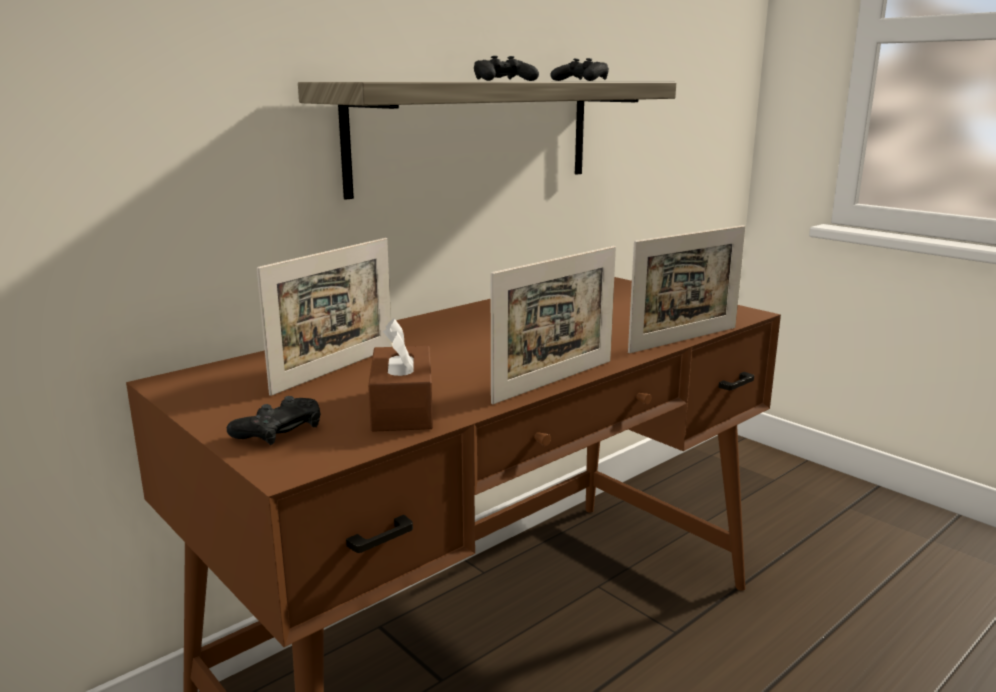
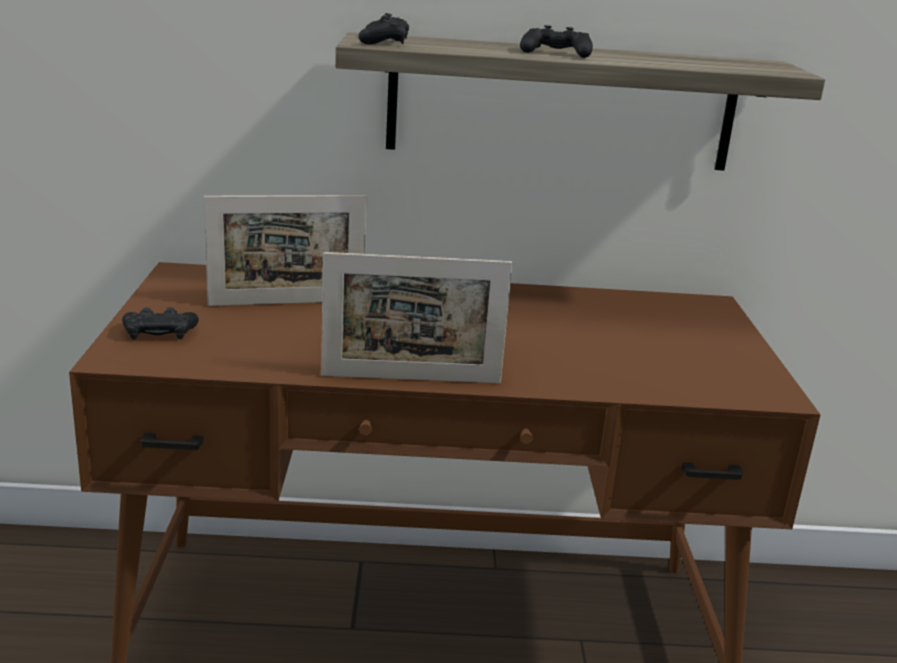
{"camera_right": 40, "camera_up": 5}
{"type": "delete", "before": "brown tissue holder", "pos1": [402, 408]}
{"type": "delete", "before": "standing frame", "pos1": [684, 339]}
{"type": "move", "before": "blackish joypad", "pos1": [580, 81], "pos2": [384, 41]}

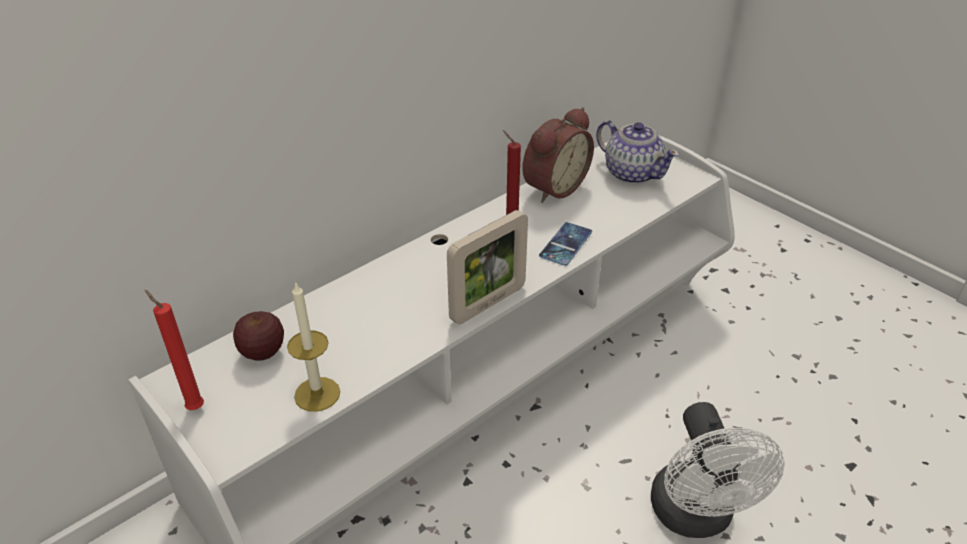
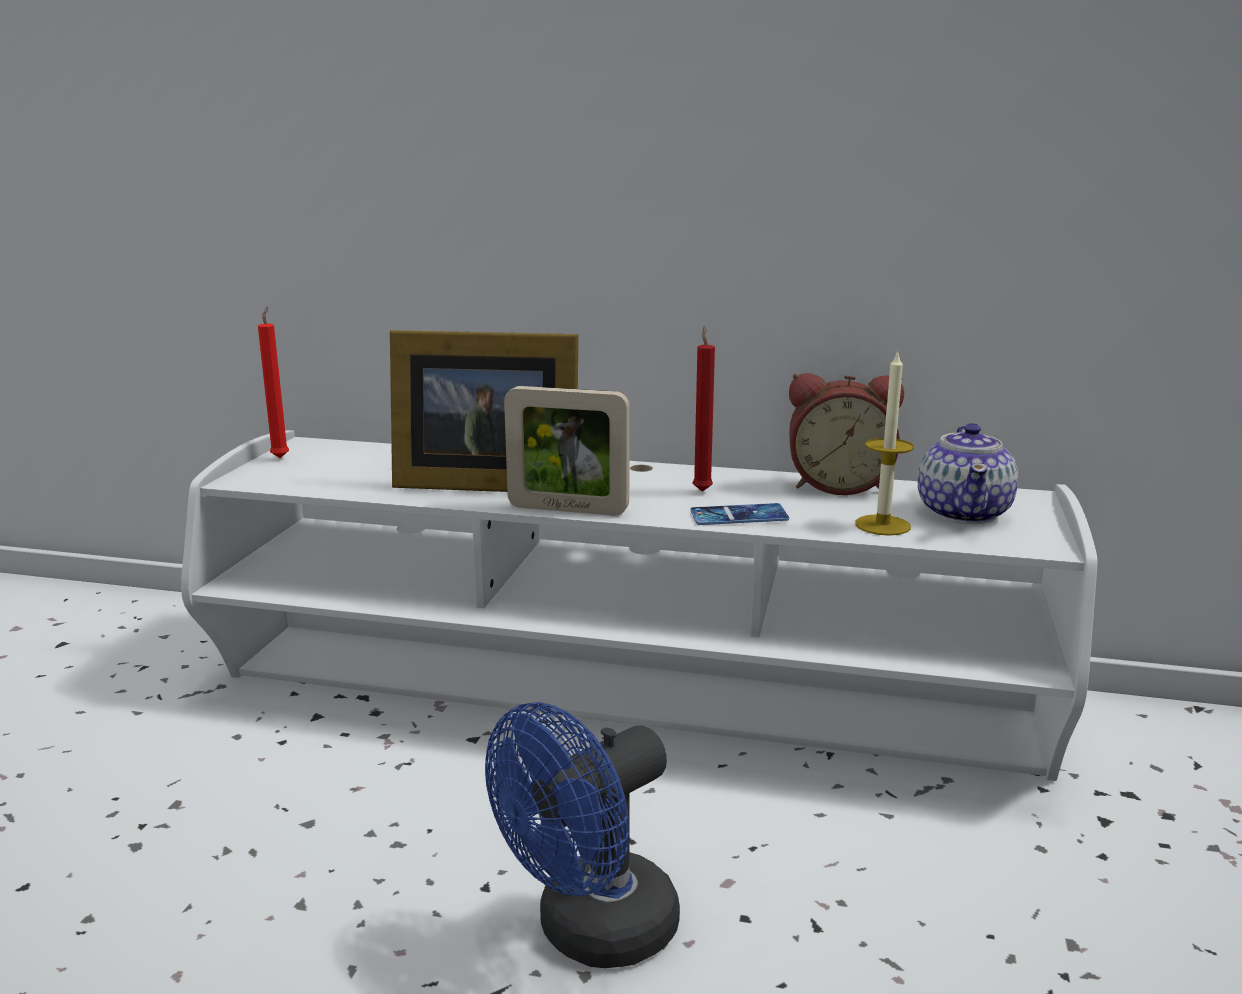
{"camera_right": 55, "camera_up": -20}
{"type": "delete", "before": "apple", "pos1": [263, 353]}
{"type": "insert", "after": "standing frame", "pos2": [483, 483]}
{"type": "move", "before": "wax light", "pos1": [317, 394], "pos2": [882, 525]}
{"type": "recolor", "before": "white cooling fan", "after": "blue-coloured cooling fan", "pos1": [696, 517], "pos2": [591, 934]}

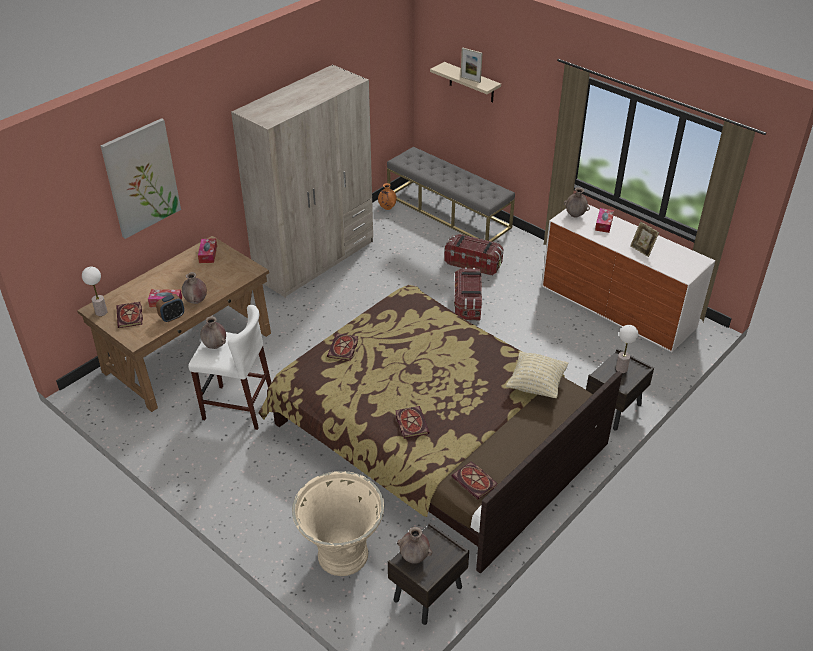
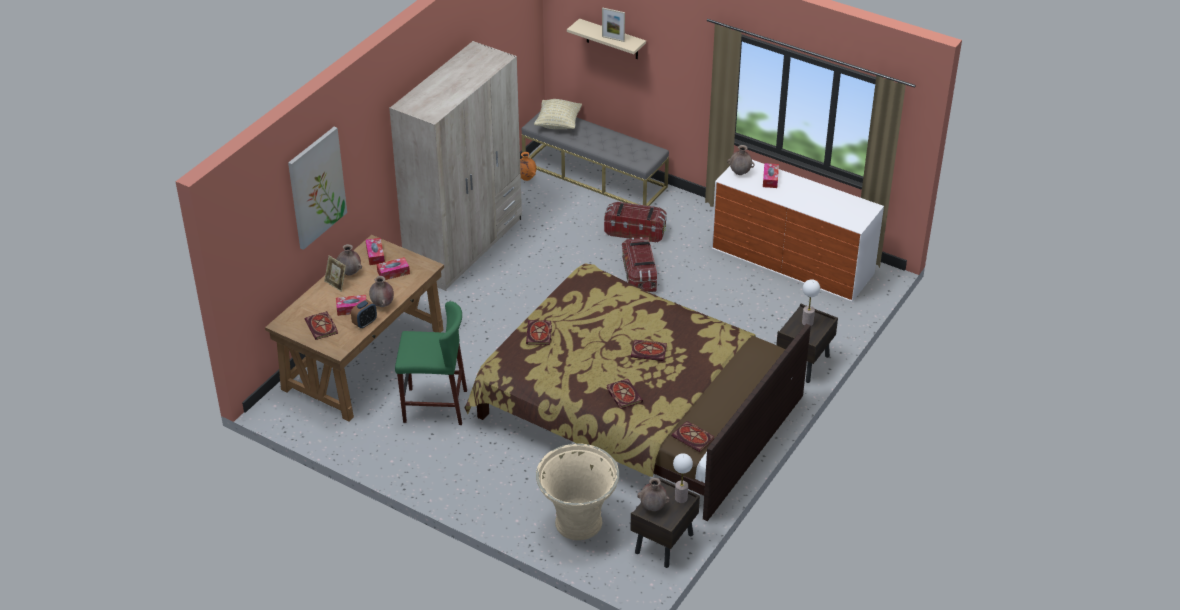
{"camera_right": -10, "camera_up": 0}
{"type": "insert", "after": "tissue holder", "pos2": [393, 272]}
{"type": "insert", "after": "volume", "pos2": [650, 351]}
{"type": "move", "before": "lamp for a table", "pos1": [101, 312], "pos2": [680, 498]}
{"type": "move", "before": "brown flower vase", "pos1": [215, 346], "pos2": [350, 273]}
{"type": "move", "before": "sand-coloured cushion", "pos1": [536, 385], "pos2": [558, 124]}
{"type": "move", "before": "standing frame", "pos1": [642, 250], "pos2": [336, 284]}
{"type": "recolor", "before": "white sitting stool", "after": "green sitting stool", "pos1": [238, 407], "pos2": [435, 406]}

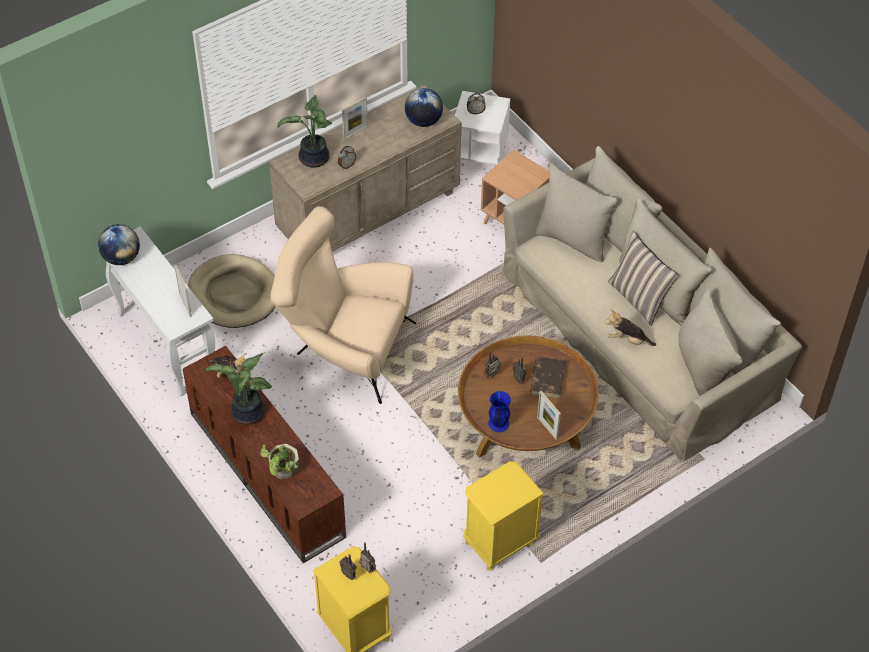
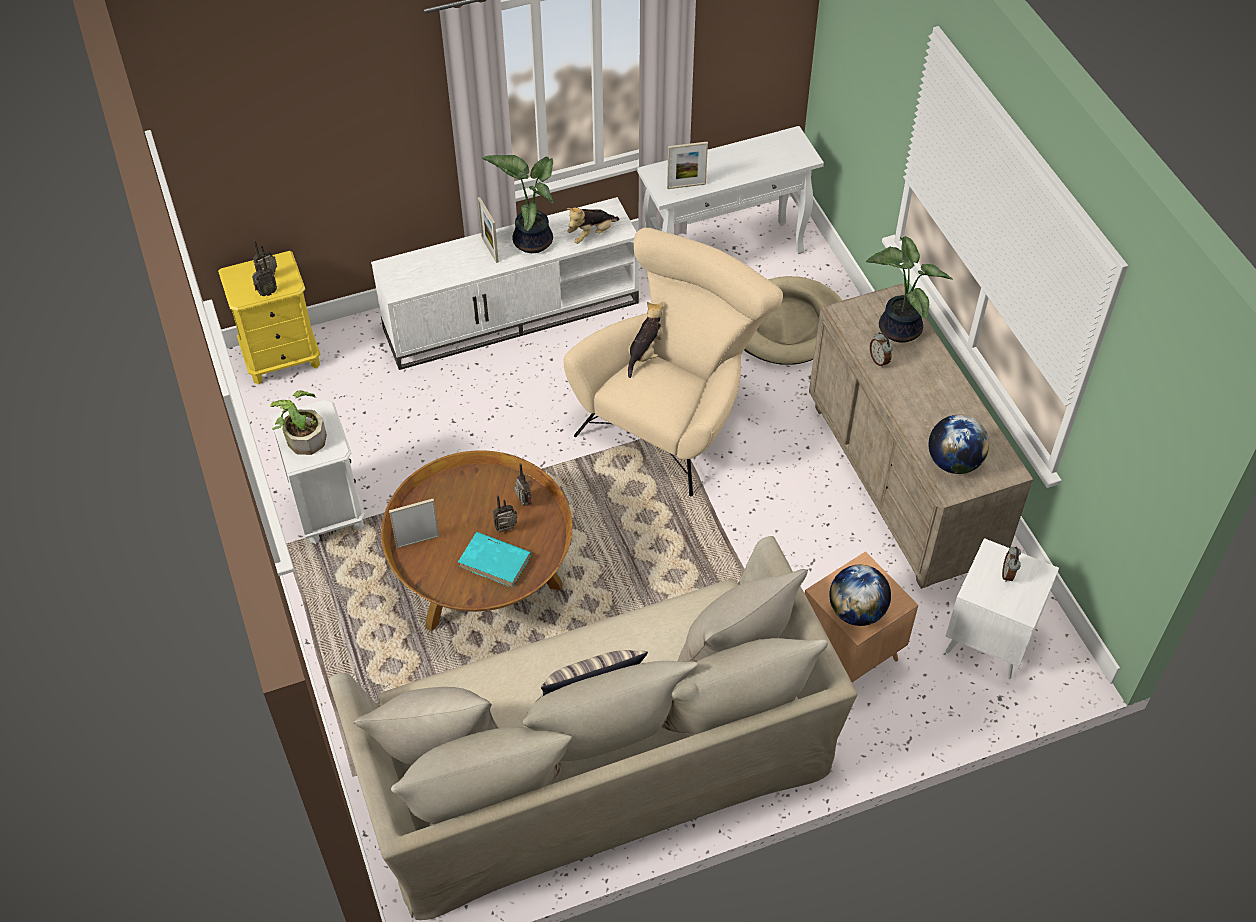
{"camera_right": 105, "camera_up": 0}
{"type": "delete", "before": "blue-coloured flower vase", "pos1": [498, 423]}
{"type": "move", "before": "world globe", "pos1": [121, 258], "pos2": [856, 611]}
{"type": "move", "before": "houseplant", "pos1": [282, 470], "pos2": [302, 436]}
{"type": "move", "before": "standing frame", "pos1": [355, 132], "pos2": [490, 249]}
{"type": "move", "before": "cuddly toy", "pos1": [627, 340], "pos2": [646, 353]}
{"type": "recolor", "before": "brown tv stand", "after": "white tv stand", "pos1": [265, 474], "pos2": [512, 314]}
{"type": "recolor", "before": "yellow-coloured nightstand", "after": "white nightstand", "pos1": [499, 542], "pos2": [328, 510]}
{"type": "recolor", "before": "brown volume", "after": "turquoise volume", "pos1": [547, 379], "pos2": [495, 561]}

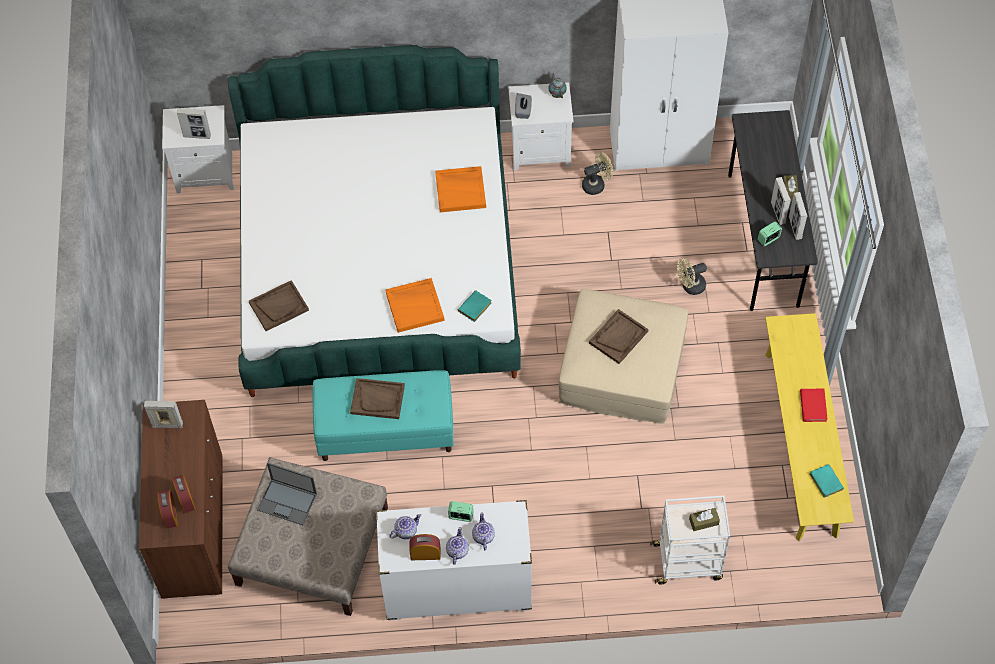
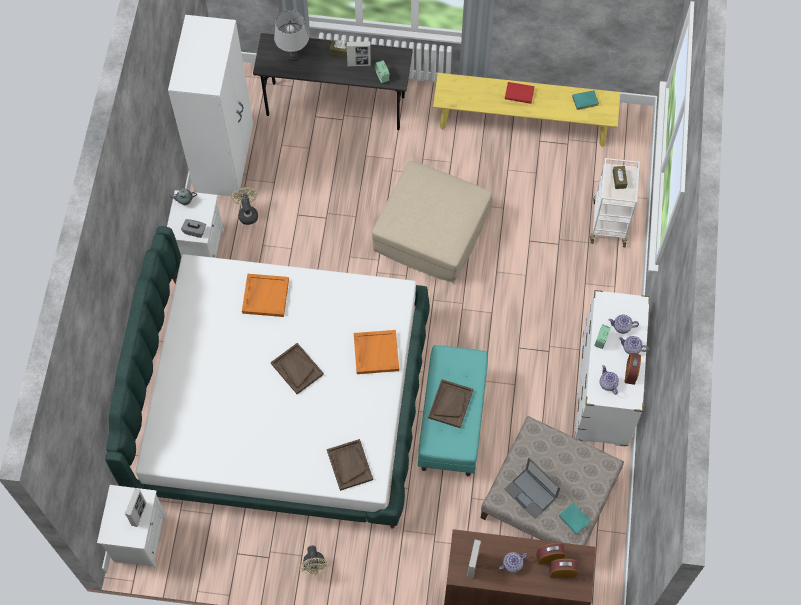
{"camera_right": -80, "camera_up": 5}
{"type": "delete", "before": "standing frame", "pos1": [795, 228]}
{"type": "insert", "after": "gray lamp for a table", "pos2": [293, 55]}
{"type": "insert", "after": "pot for tea", "pos2": [512, 564]}
{"type": "move", "before": "turquoise volume", "pos1": [475, 308], "pos2": [575, 519]}
{"type": "move", "before": "brown carrying tray", "pos1": [618, 337], "pos2": [297, 369]}
{"type": "move", "before": "sand-coloured cooling fan", "pos1": [690, 286], "pos2": [314, 566]}
{"type": "rotate", "before": "portable computer", "pos1": [288, 502], "pos2": [531, 493], "turn": 105}

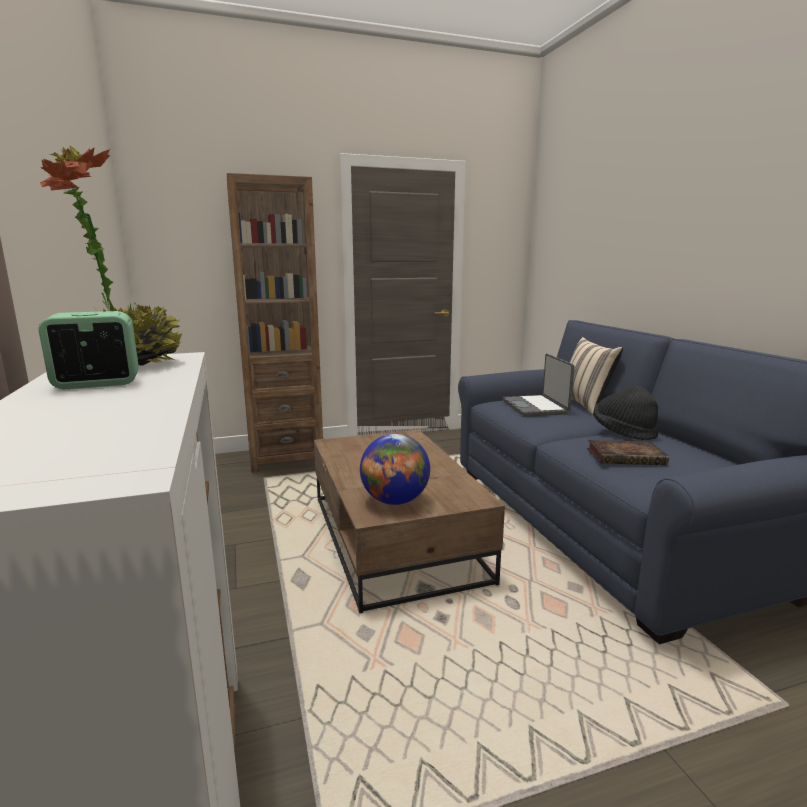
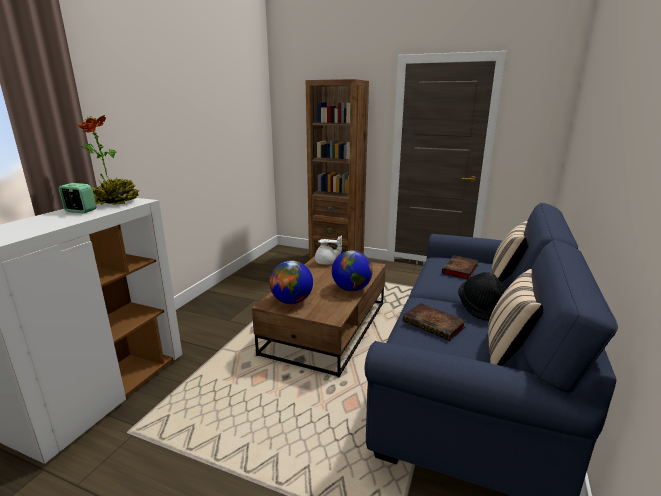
{"camera_right": 40, "camera_up": 5}
{"type": "insert", "after": "white pot for tea", "pos2": [327, 263]}
{"type": "insert", "after": "world globe", "pos2": [351, 289]}
{"type": "insert", "after": "sand-coloured cushion", "pos2": [508, 353]}
{"type": "replace", "before": "portable computer", "after": "volume", "pos1": [536, 407], "pos2": [460, 270]}

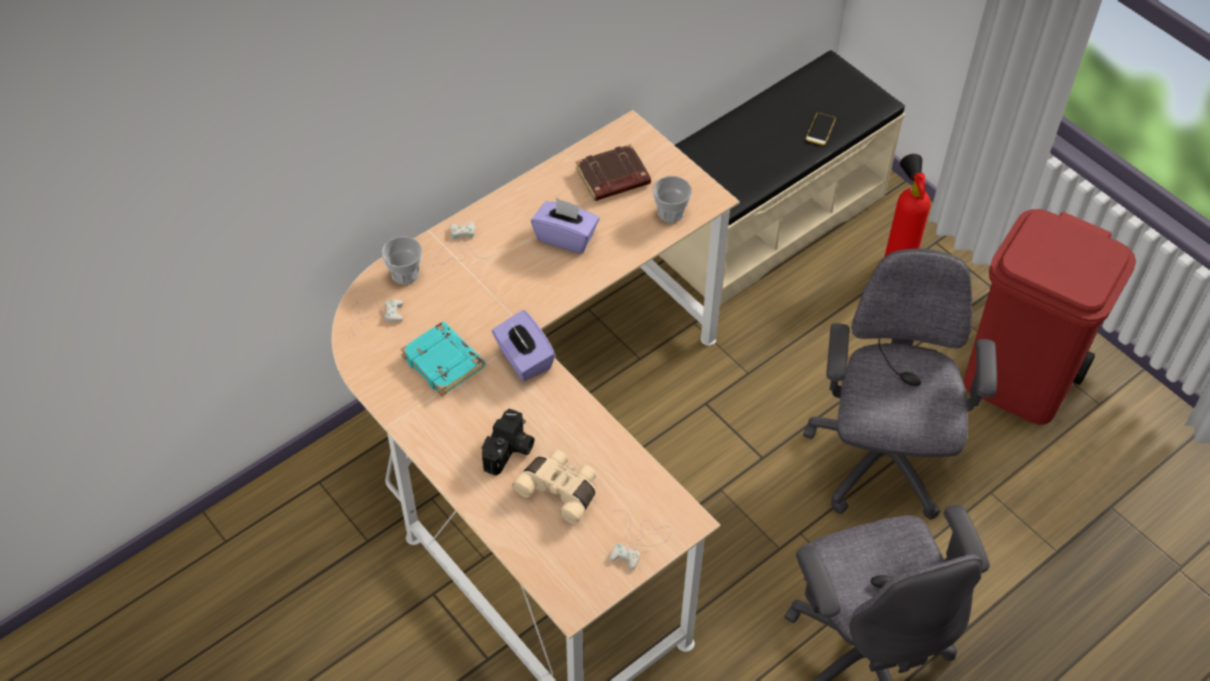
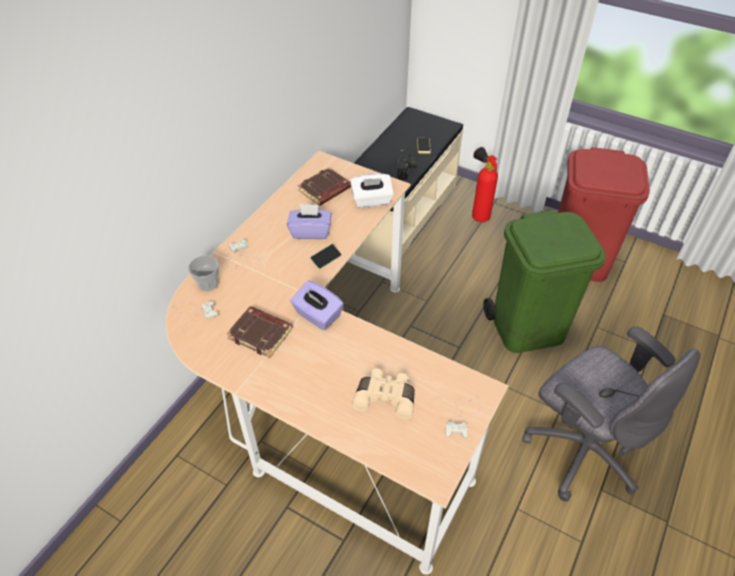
{"camera_right": -20, "camera_up": -5}
{"type": "insert", "after": "phone", "pos2": [326, 259]}
{"type": "move", "before": "still camera", "pos1": [510, 452], "pos2": [406, 169]}
{"type": "replace", "before": "cup", "after": "white tissue holder", "pos1": [670, 213], "pos2": [371, 200]}
{"type": "replace", "before": "gray computer chair", "after": "green waste bin", "pos1": [881, 461], "pos2": [528, 328]}
{"type": "recolor", "before": "turquoise volume", "after": "brown volume", "pos1": [445, 362], "pos2": [261, 334]}

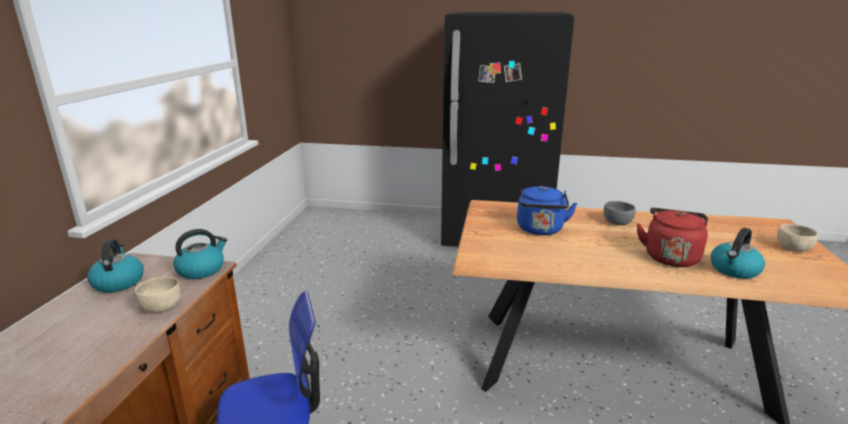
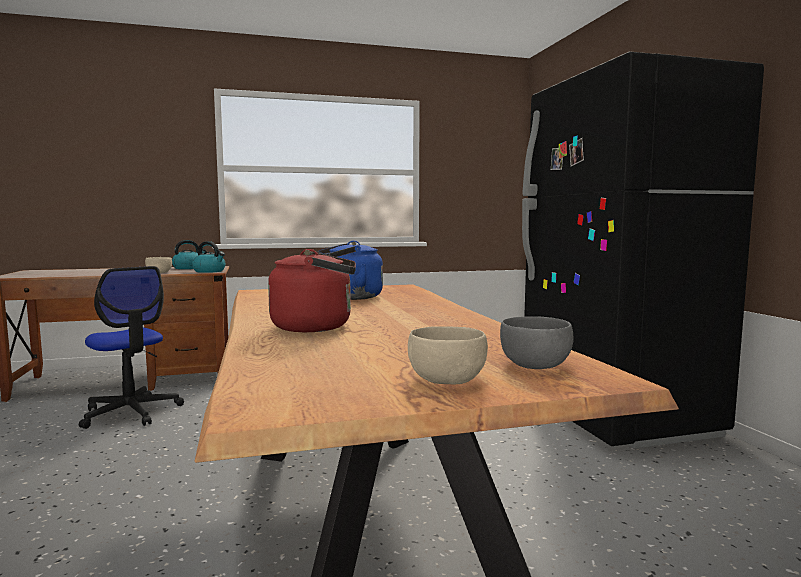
{"camera_right": 65, "camera_up": -15}
{"type": "delete", "before": "tea kettle", "pos1": [734, 270]}
{"type": "move", "before": "gray serving bowl", "pos1": [617, 222], "pos2": [535, 365]}

